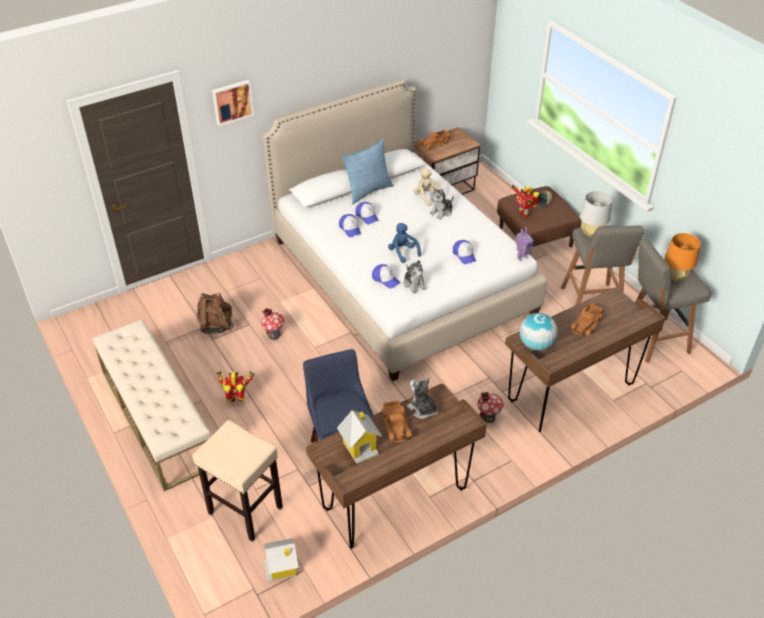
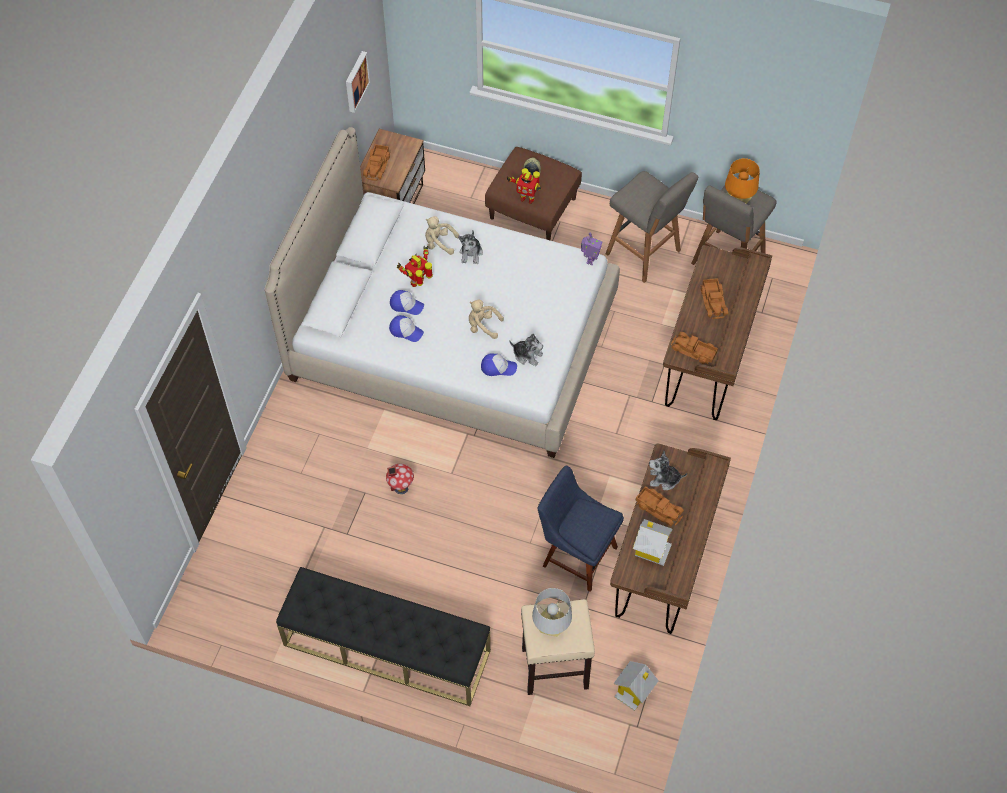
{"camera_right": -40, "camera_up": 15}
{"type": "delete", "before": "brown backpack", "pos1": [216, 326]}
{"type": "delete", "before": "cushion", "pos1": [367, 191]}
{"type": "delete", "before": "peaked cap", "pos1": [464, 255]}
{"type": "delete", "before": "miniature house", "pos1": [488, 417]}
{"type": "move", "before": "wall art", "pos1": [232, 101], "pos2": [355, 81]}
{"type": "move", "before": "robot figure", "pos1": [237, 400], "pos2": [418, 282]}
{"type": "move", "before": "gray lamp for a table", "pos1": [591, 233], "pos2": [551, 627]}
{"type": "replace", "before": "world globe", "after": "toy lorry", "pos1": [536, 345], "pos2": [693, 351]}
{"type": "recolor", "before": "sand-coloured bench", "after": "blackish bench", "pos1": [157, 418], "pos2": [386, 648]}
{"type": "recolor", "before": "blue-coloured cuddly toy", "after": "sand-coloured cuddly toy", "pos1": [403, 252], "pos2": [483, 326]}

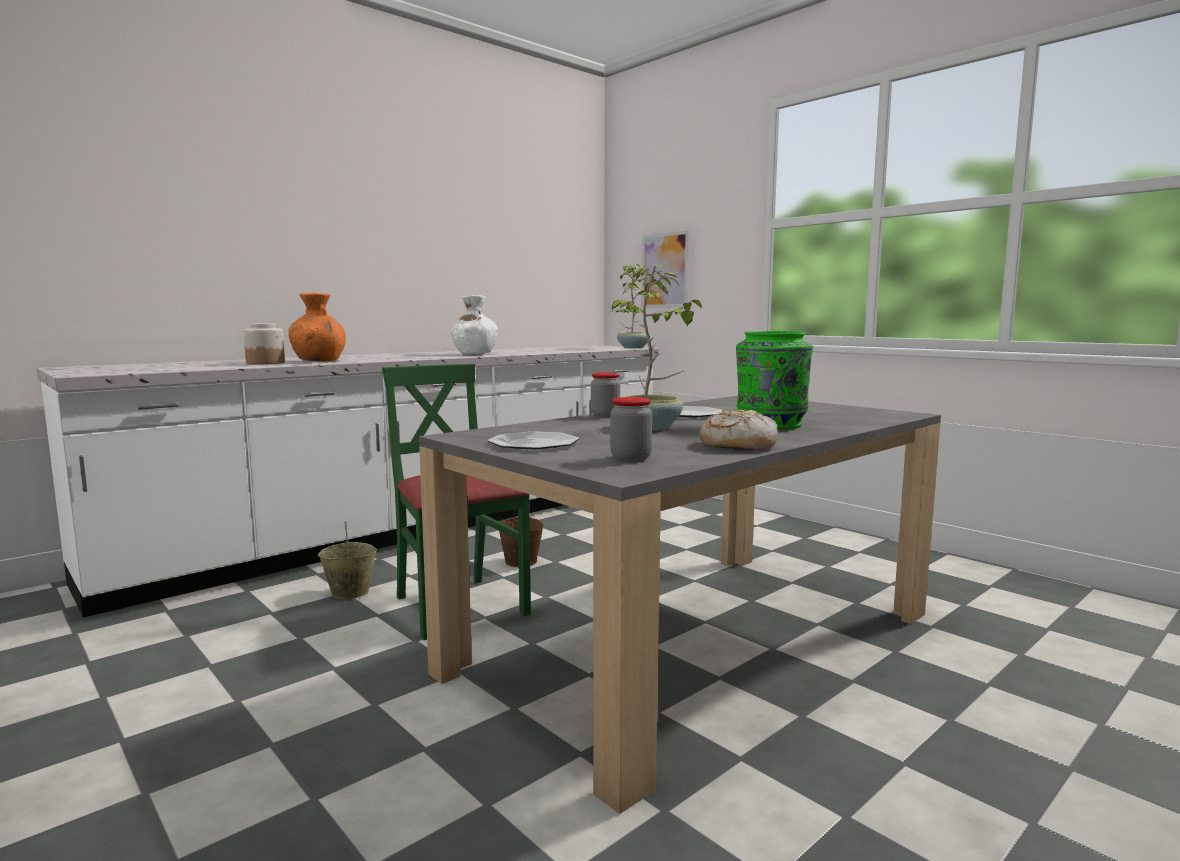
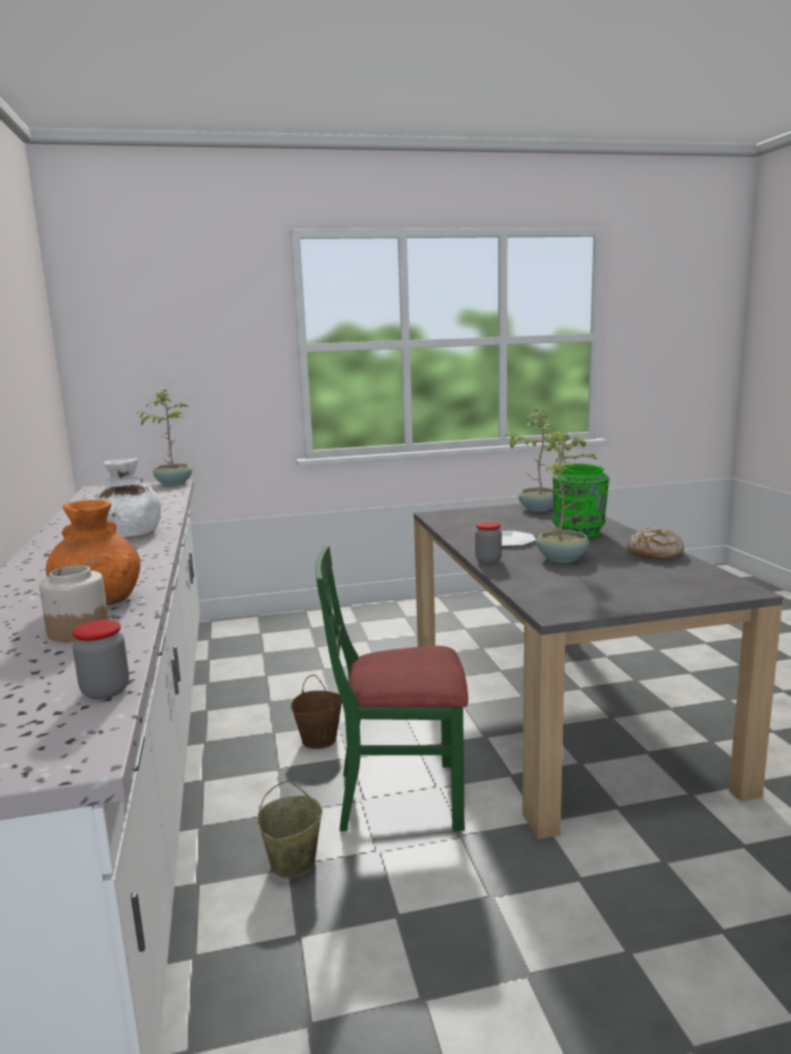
{"camera_right": -60, "camera_up": 5}
{"type": "delete", "before": "plate", "pos1": [533, 444]}
{"type": "delete", "before": "wall art", "pos1": [665, 270]}
{"type": "insert", "after": "houseplant", "pos2": [537, 509]}
{"type": "move", "before": "preserve jar", "pos1": [630, 458], "pos2": [105, 691]}

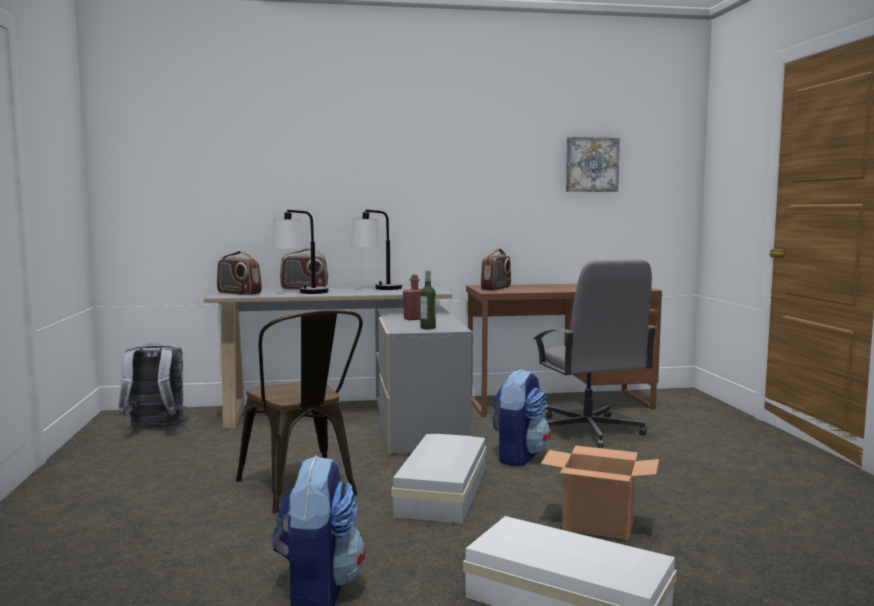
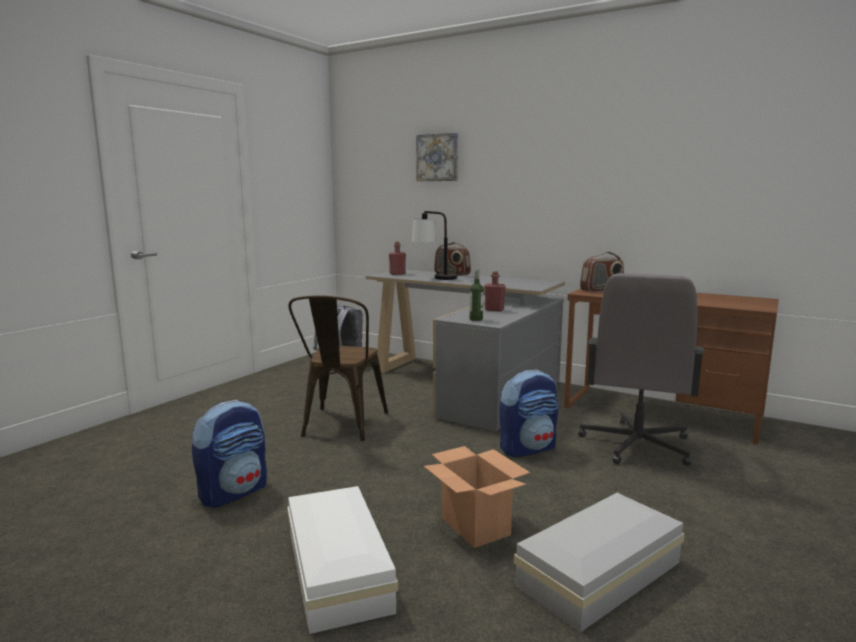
{"camera_right": 40, "camera_up": 5}
{"type": "delete", "before": "lamp for a table", "pos1": [377, 289]}
{"type": "move", "before": "white storage bin", "pos1": [444, 492], "pos2": [603, 574]}
{"type": "move", "before": "wall art", "pos1": [591, 165], "pos2": [438, 157]}
{"type": "replace", "before": "radio set", "after": "red-coloured bottle", "pos1": [239, 293], "pos2": [397, 274]}

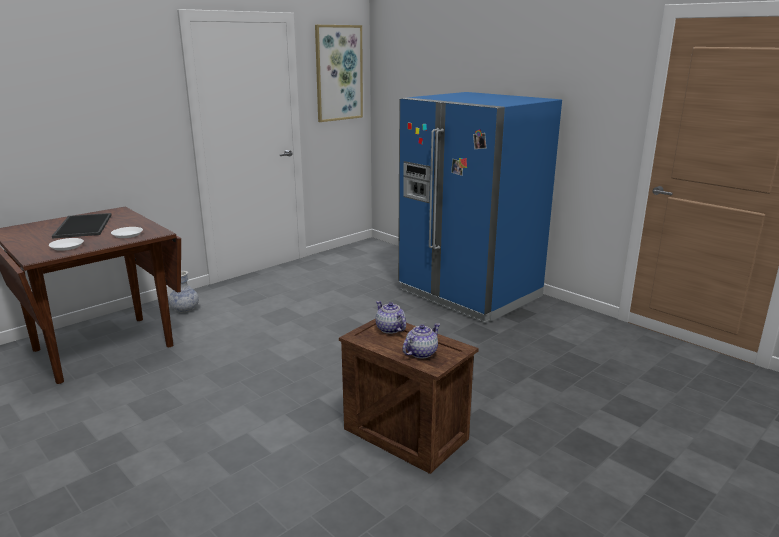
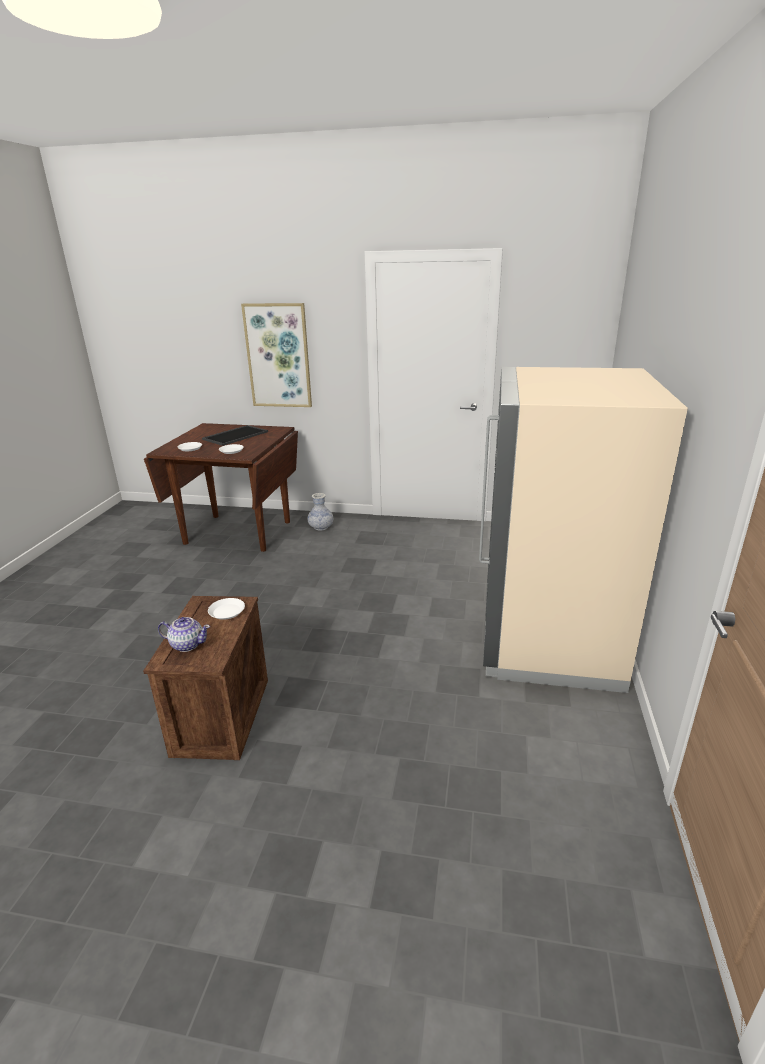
{"camera_right": 55, "camera_up": 5}
{"type": "move", "before": "wall art", "pos1": [338, 73], "pos2": [278, 356]}
{"type": "replace", "before": "pot for tea", "after": "white plate", "pos1": [390, 329], "pos2": [226, 612]}
{"type": "recolor", "before": "blue-coloured kitchen fridge", "after": "sand-coloured kitchen fridge", "pos1": [469, 294], "pos2": [547, 638]}

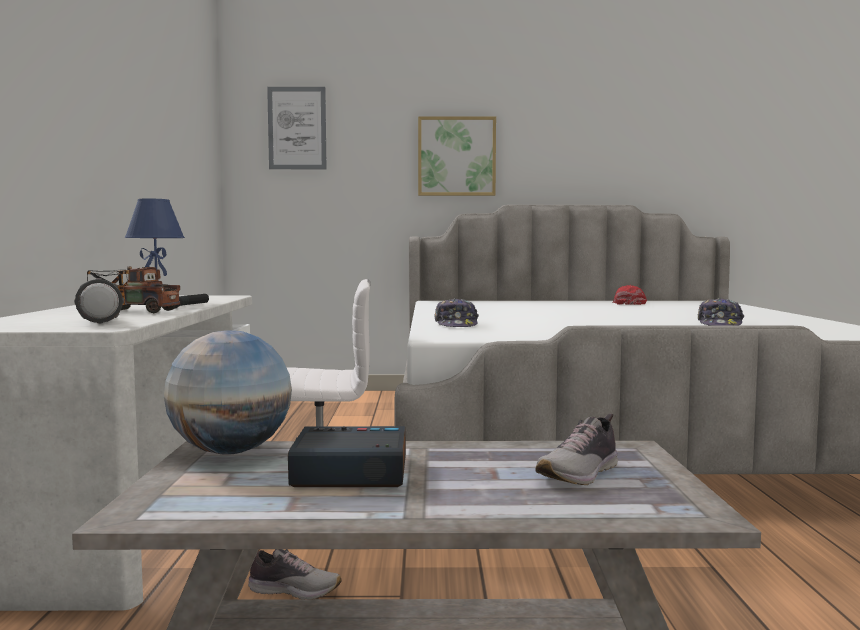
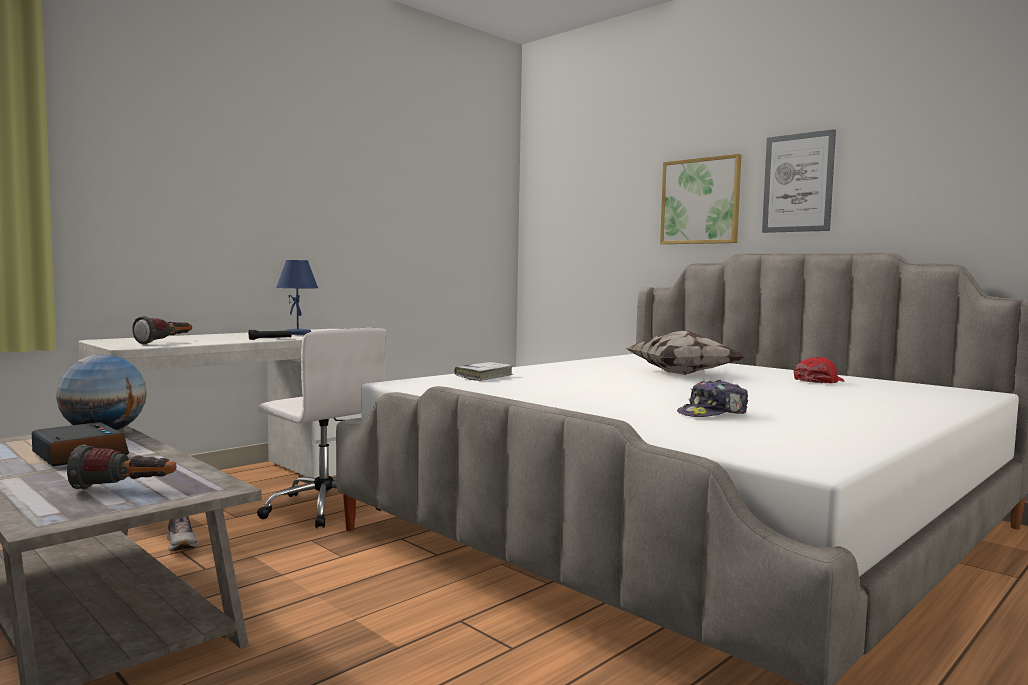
{"camera_right": 45, "camera_up": 0}
{"type": "delete", "before": "toy lorry", "pos1": [130, 311]}
{"type": "insert", "after": "cushion", "pos2": [682, 373]}
{"type": "move", "before": "wall art", "pos1": [297, 128], "pos2": [798, 183]}
{"type": "replace", "before": "peaked cap", "after": "white volume", "pos1": [456, 325], "pos2": [484, 377]}
{"type": "replace", "before": "low shoe", "after": "flashlight", "pos1": [581, 474], "pos2": [125, 489]}

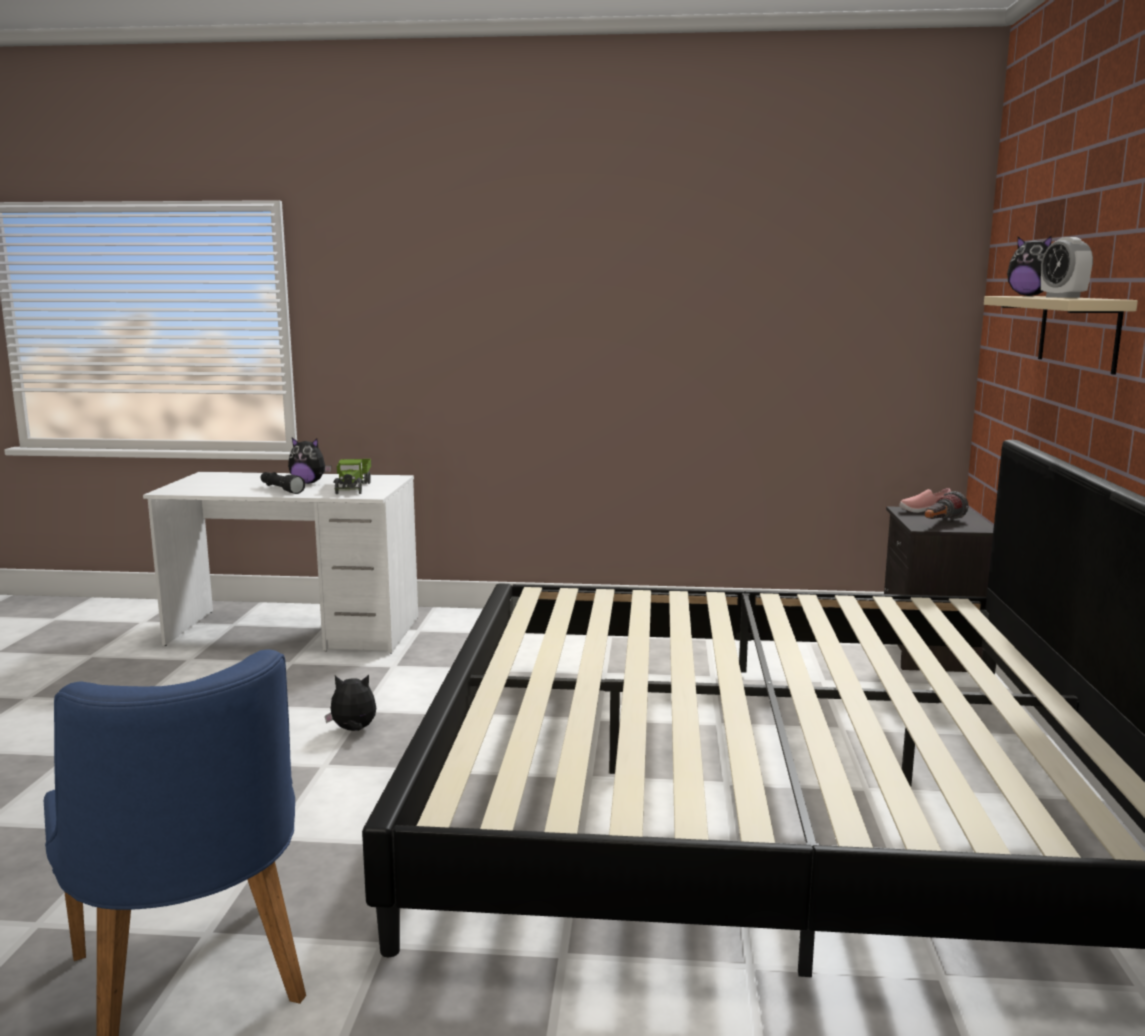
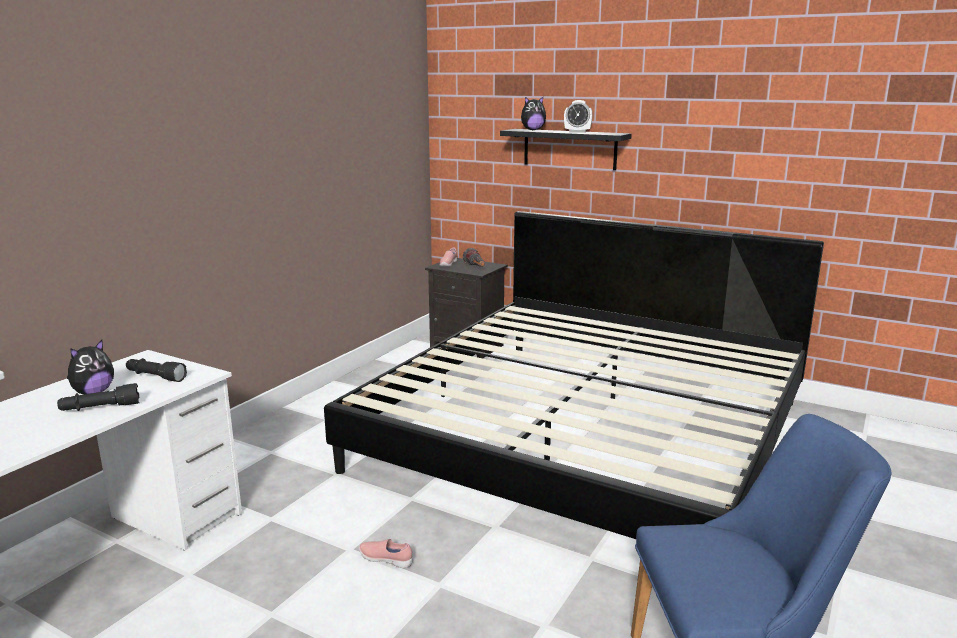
{"camera_right": -65, "camera_up": 5}
{"type": "replace", "before": "cuddly toy", "after": "pink low shoe", "pos1": [354, 730], "pos2": [386, 560]}
{"type": "replace", "before": "toy lorry", "after": "blackish flashlight", "pos1": [353, 487], "pos2": [155, 377]}
{"type": "recolor", "before": "sand-coloured wall shelf", "after": "blackish wall shelf", "pos1": [1078, 332], "pos2": [569, 149]}

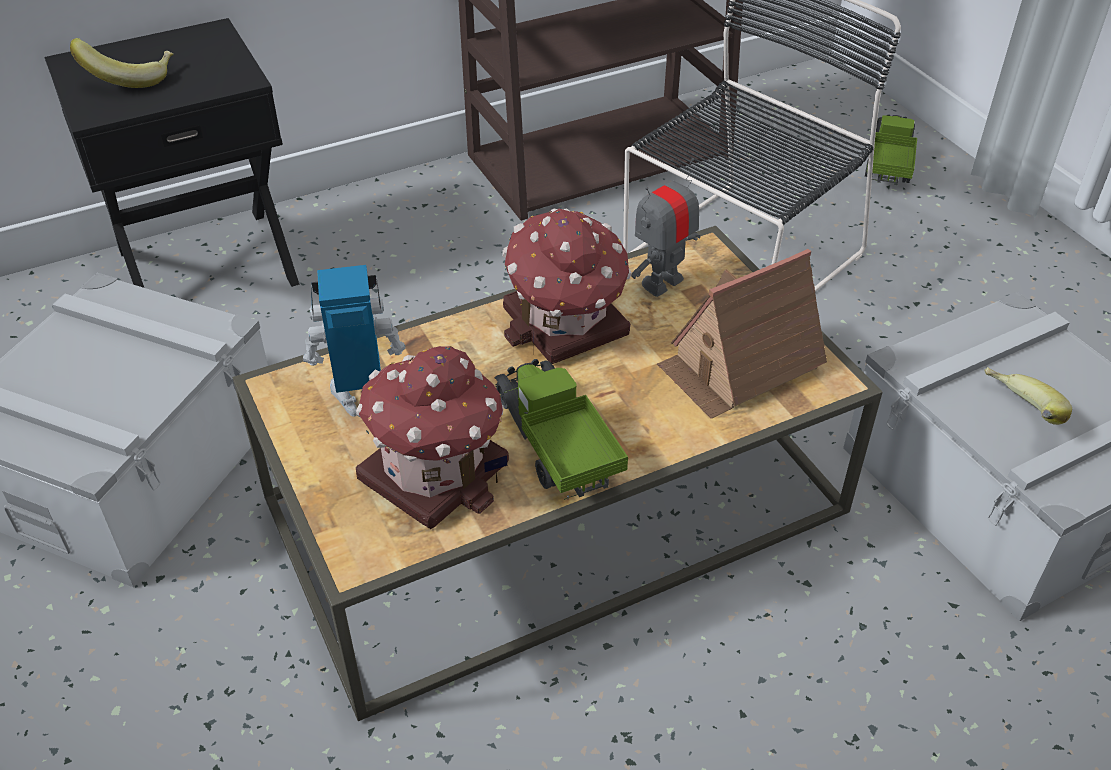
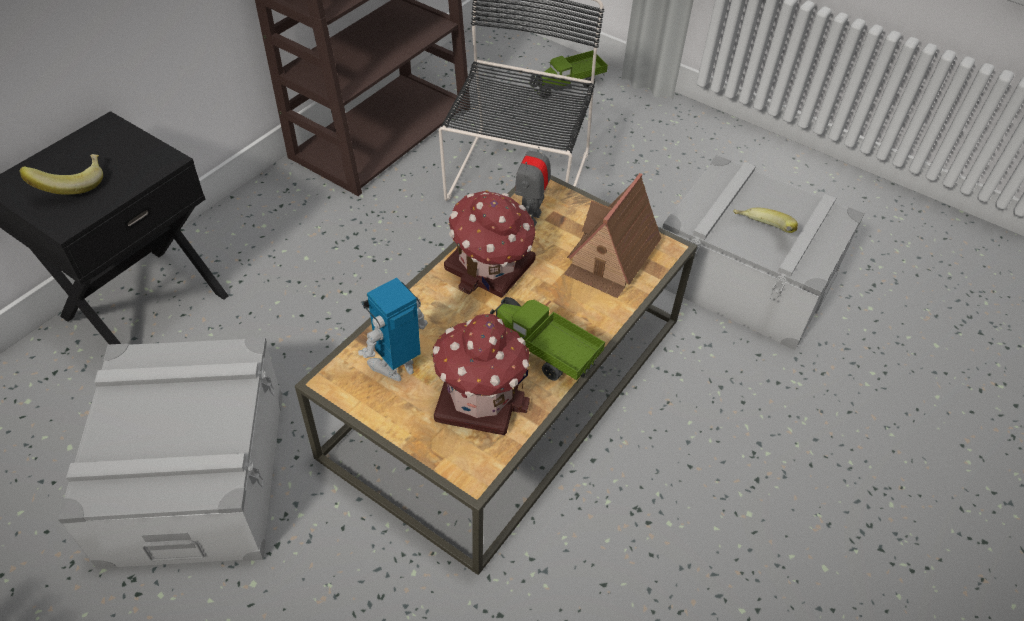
{"camera_right": -30, "camera_up": 5}
{"type": "rotate", "before": "toy lorry", "pos1": [888, 164], "pos2": [567, 85], "turn": -105}

